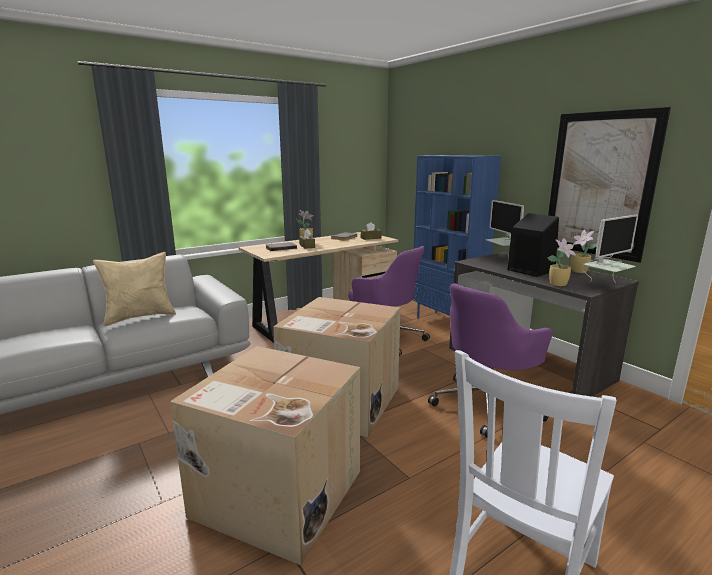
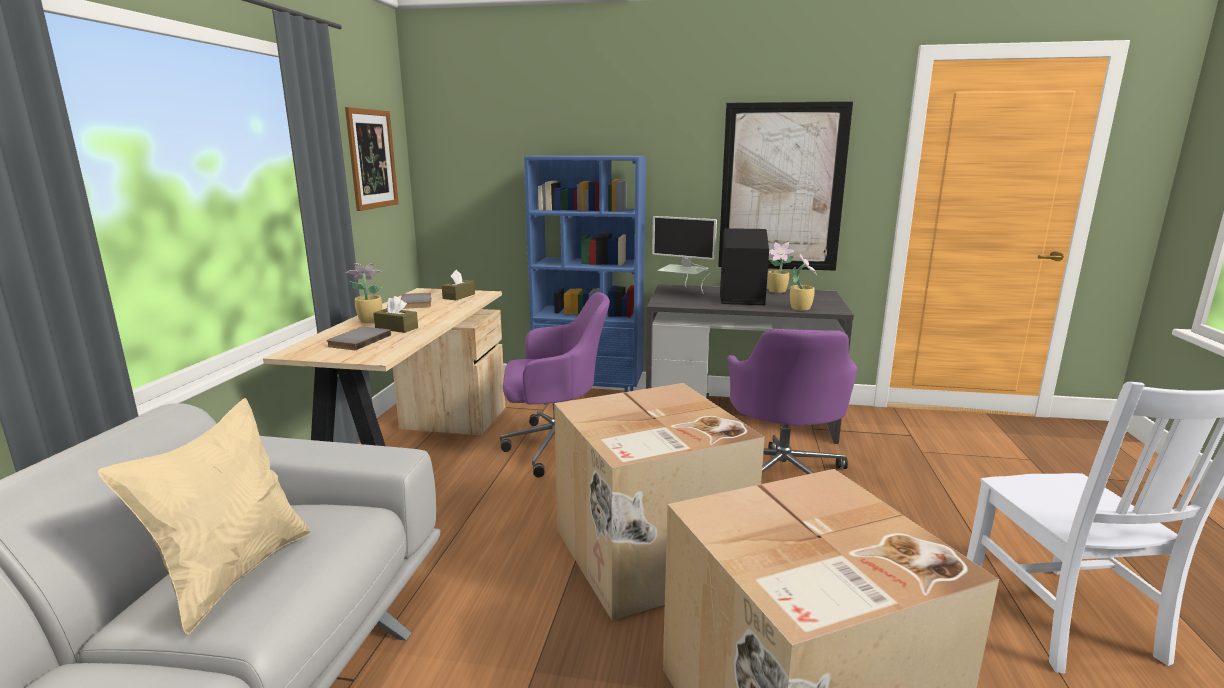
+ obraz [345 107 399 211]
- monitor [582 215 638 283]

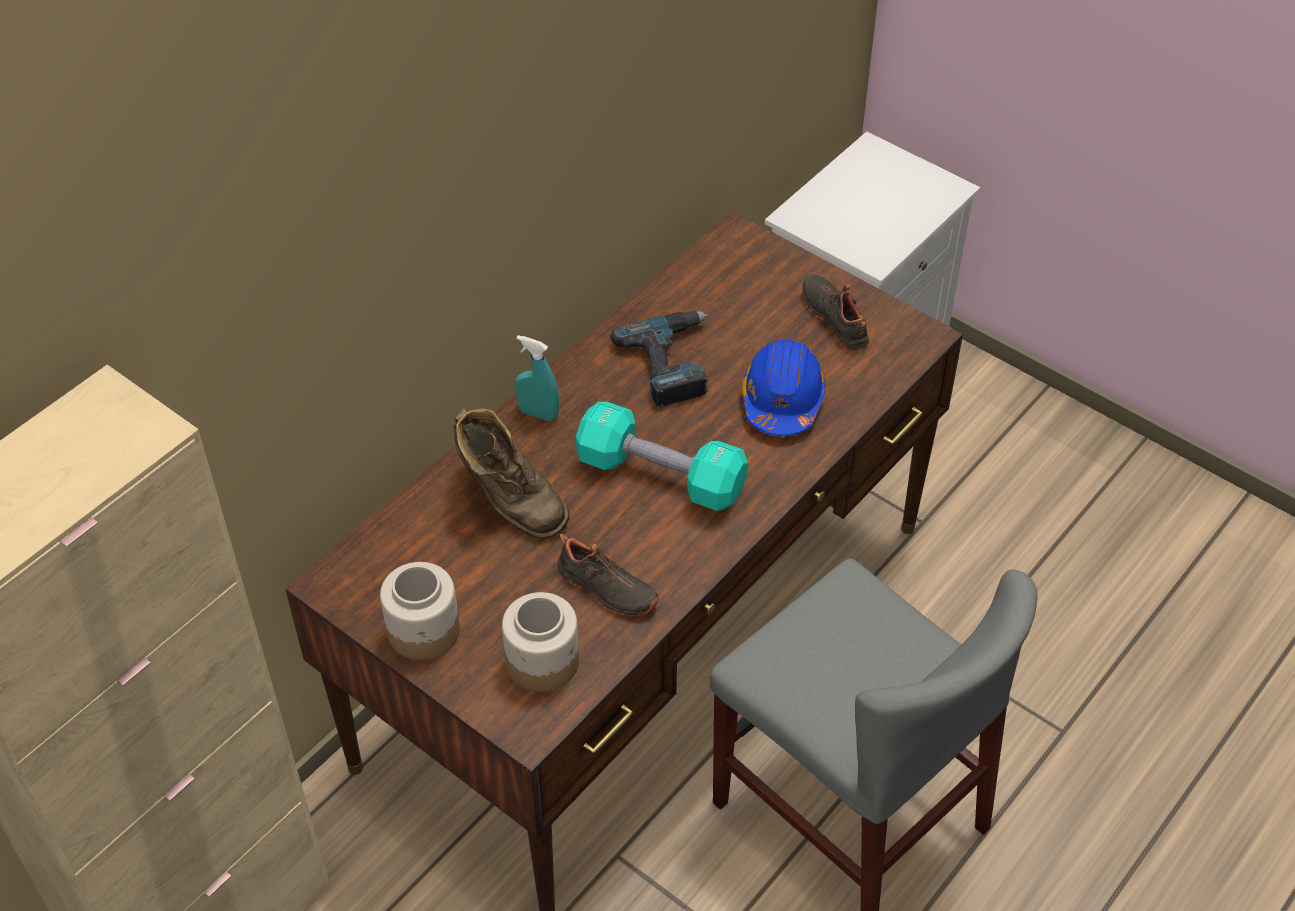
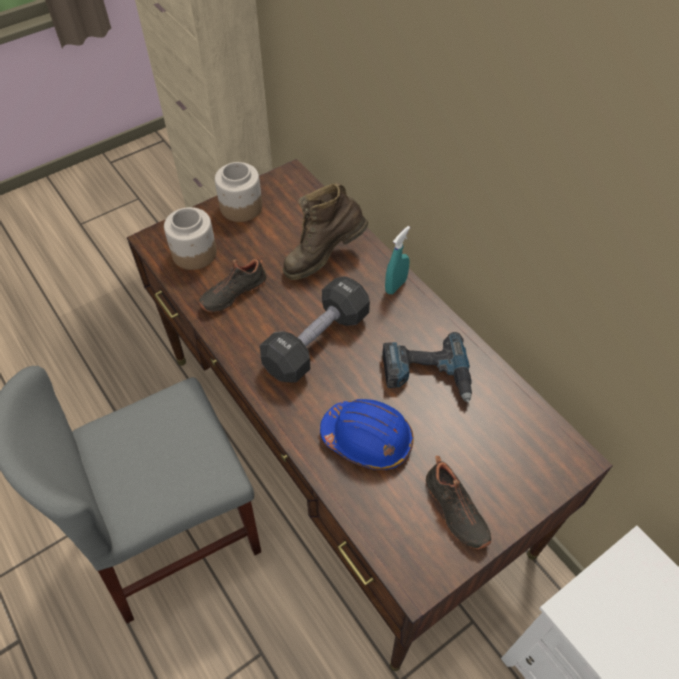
~ hantel (turkusowy) [576 402 748 511] to hantel (czarny) [260 276 370 383]
~ but (czarny) [802 274 869 351] = [426 456 491 549] 75 degrees clockwise

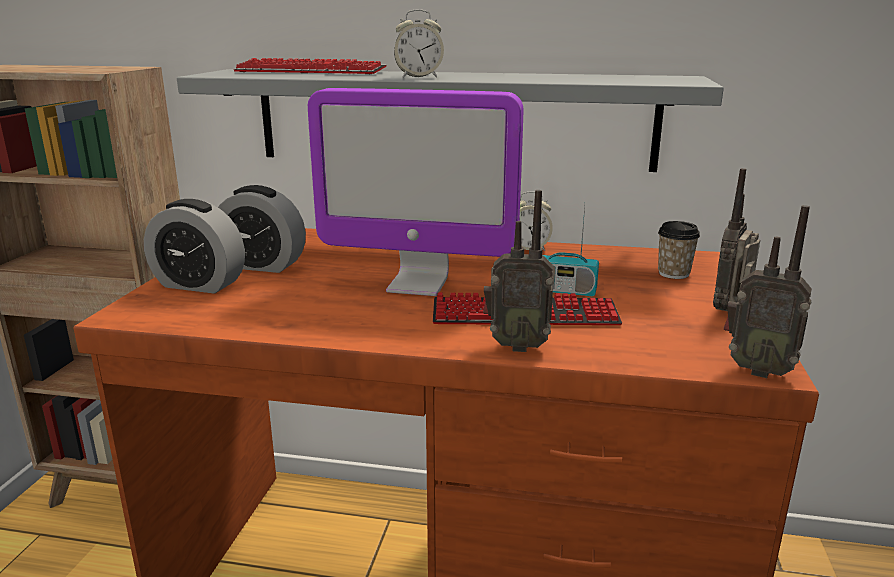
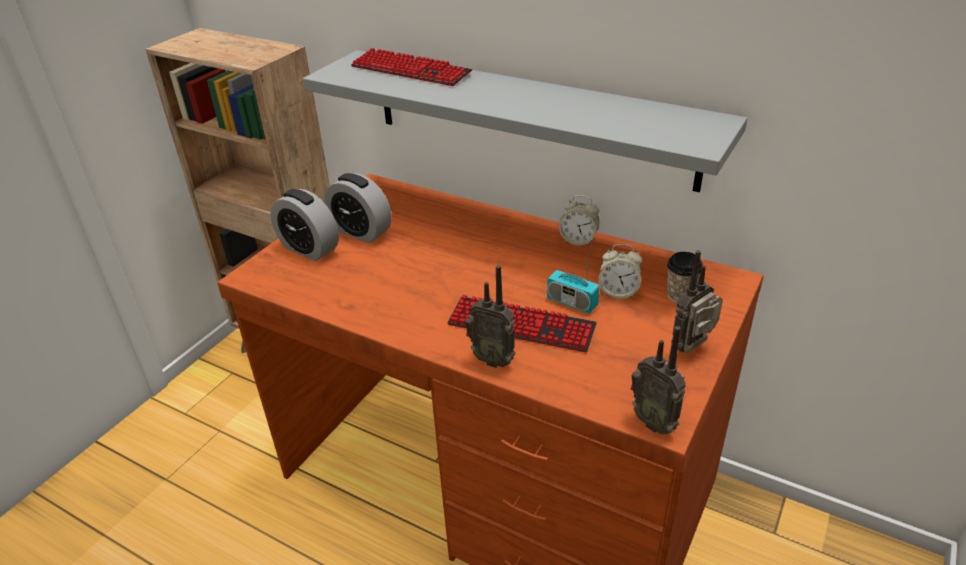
~ budzik [394 9 444 78] to [599 244 642 299]
- monitor [308 88 523 296]

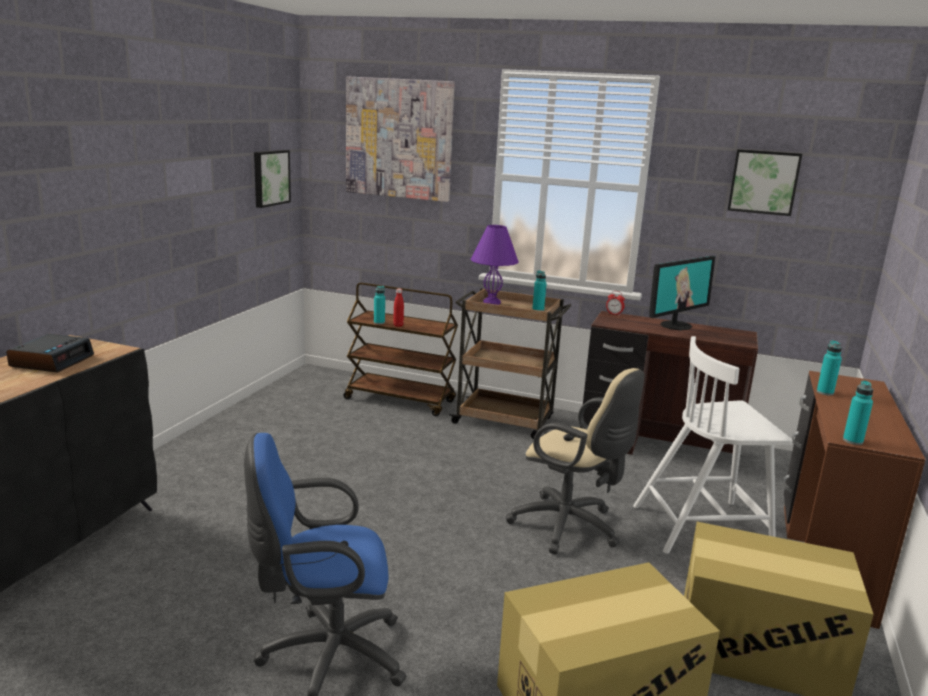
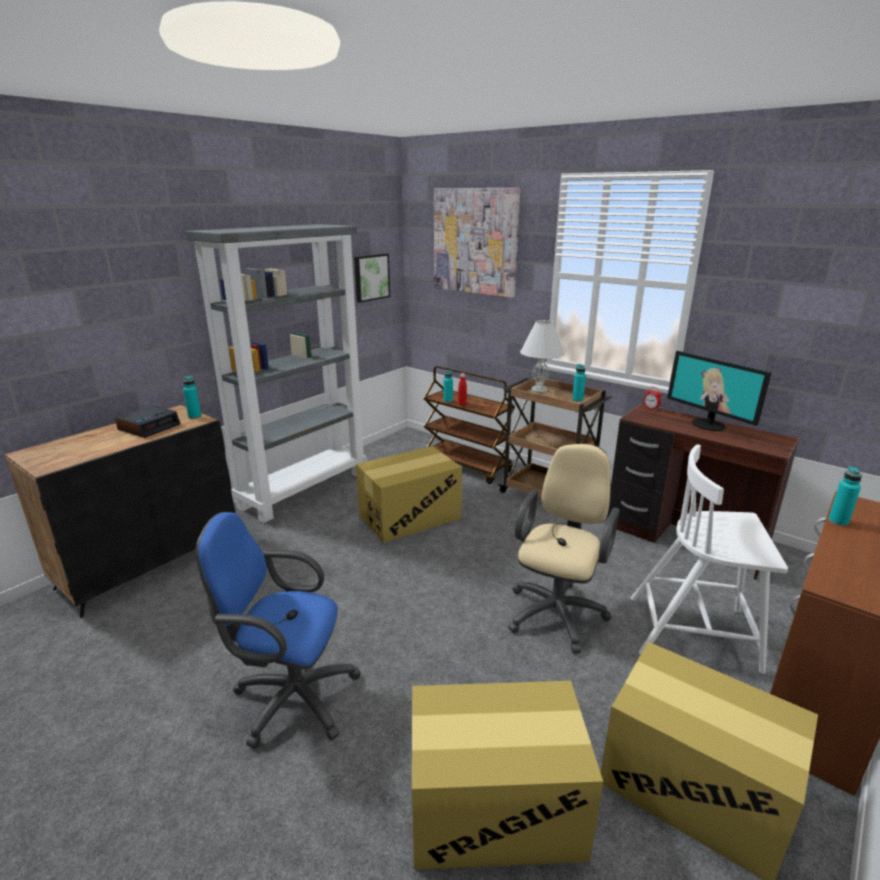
~ butelka (turkusowy) [843 381 873 445] to [183 376 201 419]
+ regał (szary) [185 224 367 523]
+ karton [356 446 462 543]
~ krzesło biurowe (beżowy) [506 368 644 555] = [508 444 620 654] 120 degrees counterclockwise
~ lampa stołowa (fioletowy) [471 225 519 305] to lampa stołowa (biały) [520 320 564 393]
~ monitor [649 256 715 330] = [667 351 772 431] 75 degrees clockwise
- obraz [728 149 802 216]

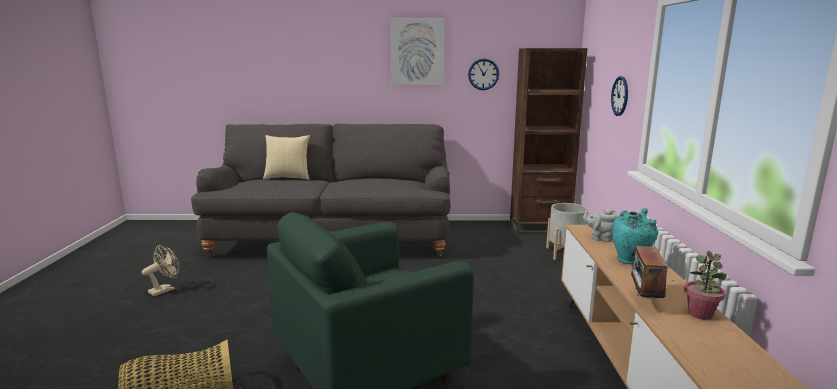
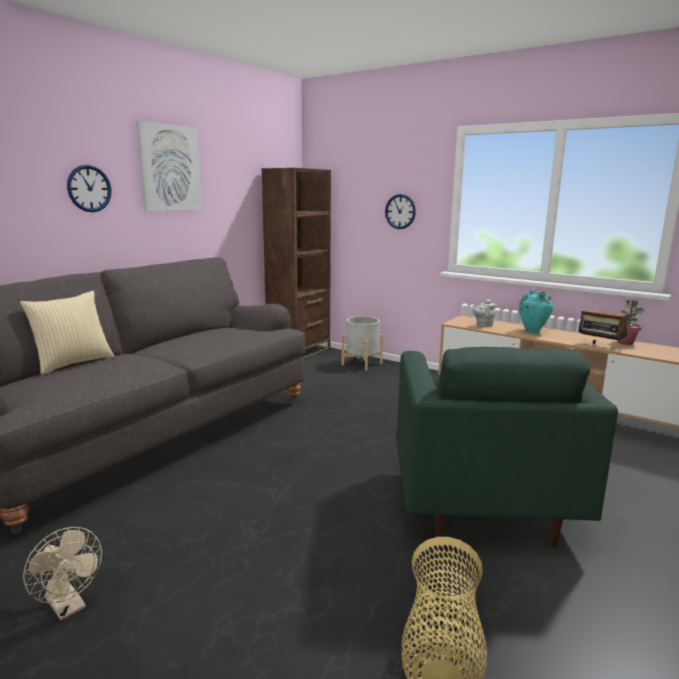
~ wentylator (beżowy) [142 245 180 296] = [23 527 102 620] 150 degrees clockwise
~ zegar ścienny [468 58 499 90] to [67 165 112 212]

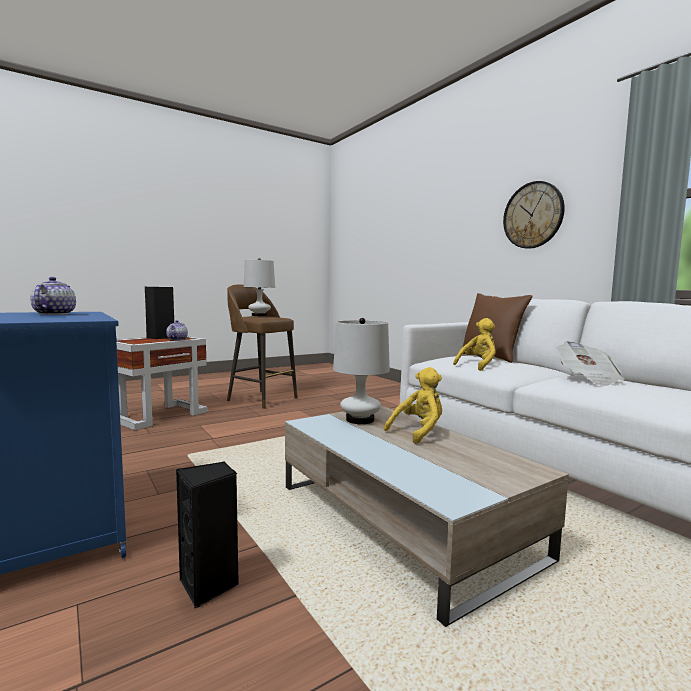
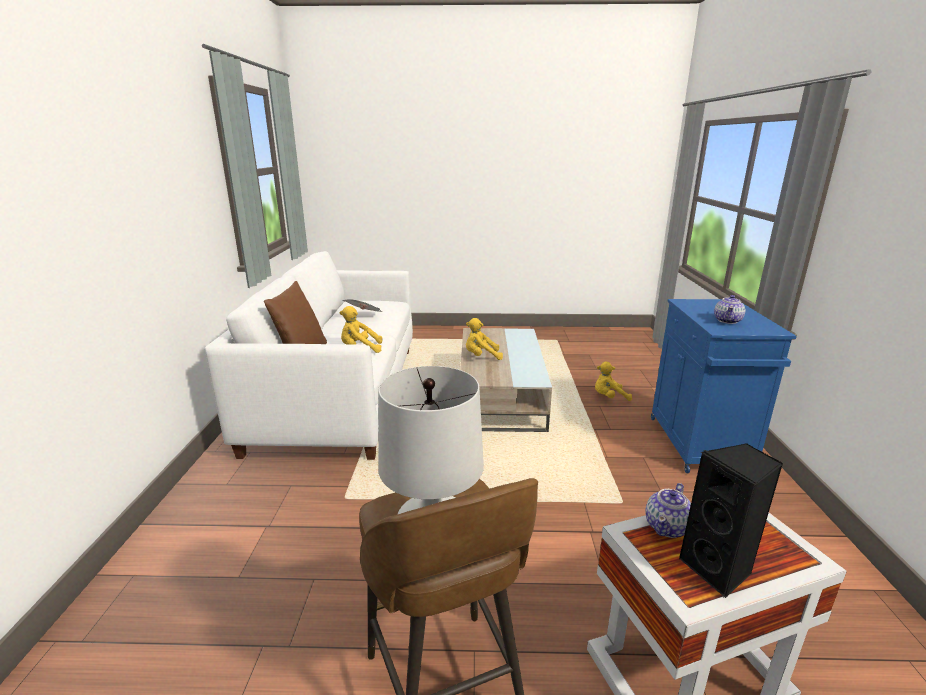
~ głośnik (czarny) [176 462 239 608] to pluszak (żółty) [595 362 632 401]
- lampa stołowa (biały) [333 318 390 424]
- zegar ścienny [503 181 565 249]

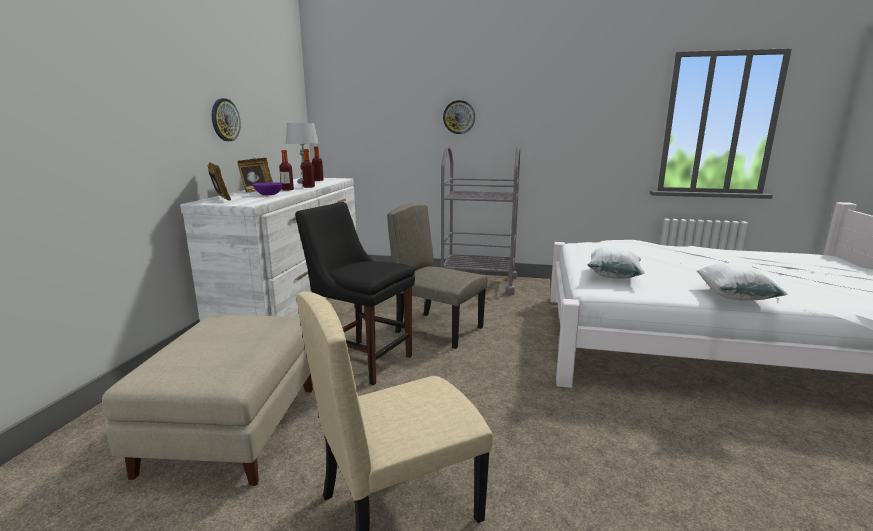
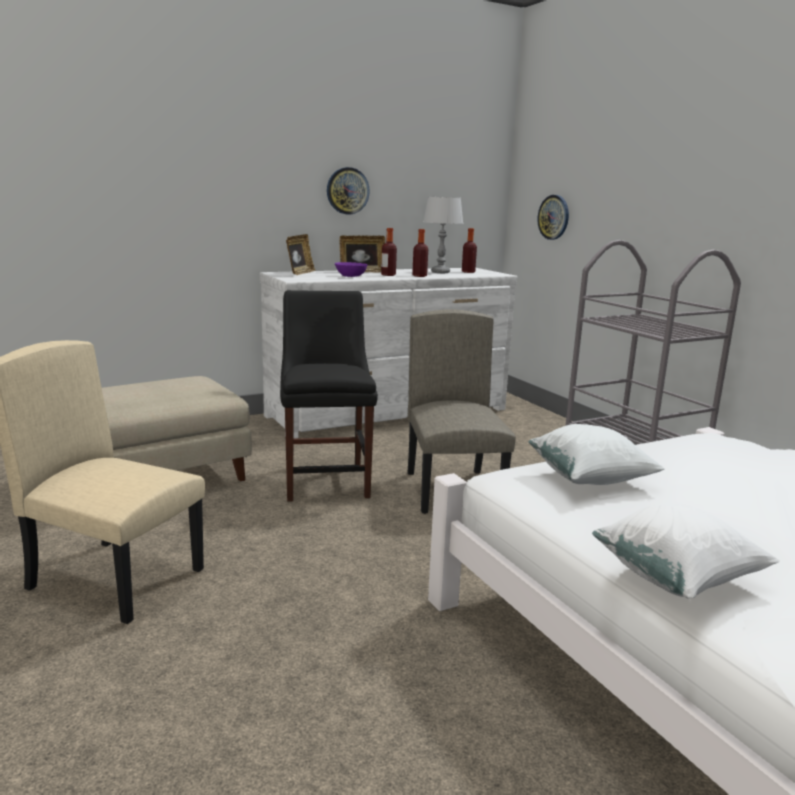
~ zegar ścienny [443 100 475 134] to [537 195 569 240]

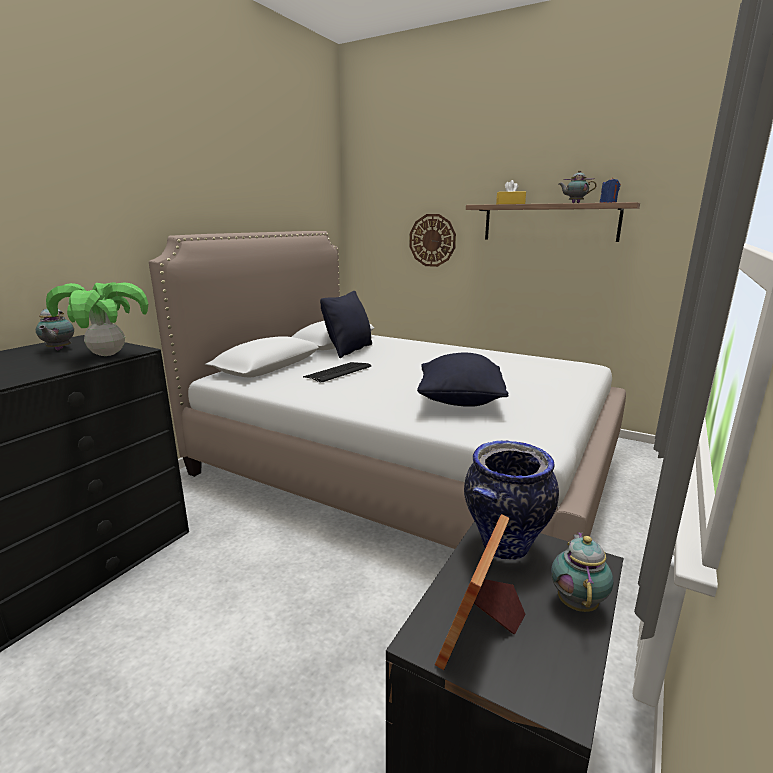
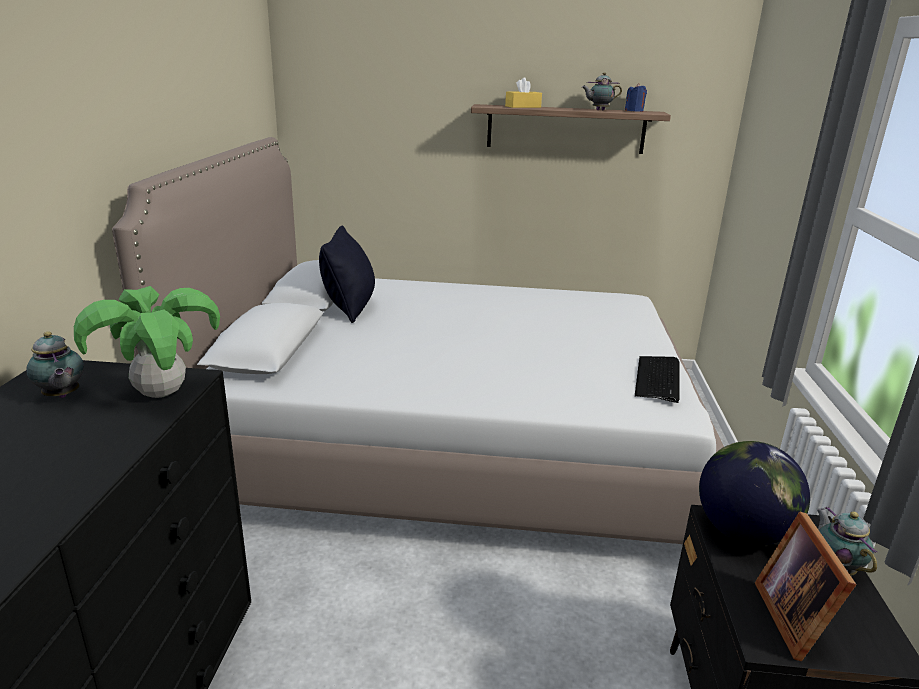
~ klawiatura [303 362 371 382] to [635 356 680 403]
~ wazon [464 440 559 560] to globus [699 441 810 545]
- zegar ścienny [409 214 456 267]
- poduszka (czarny) [417 353 509 407]

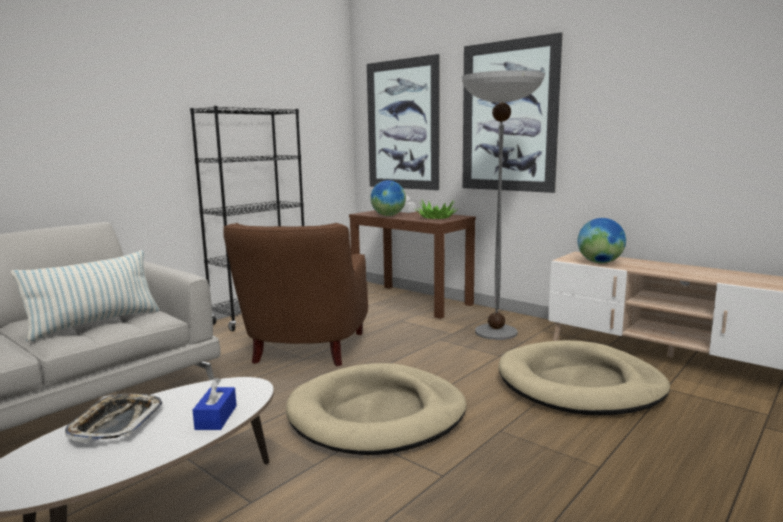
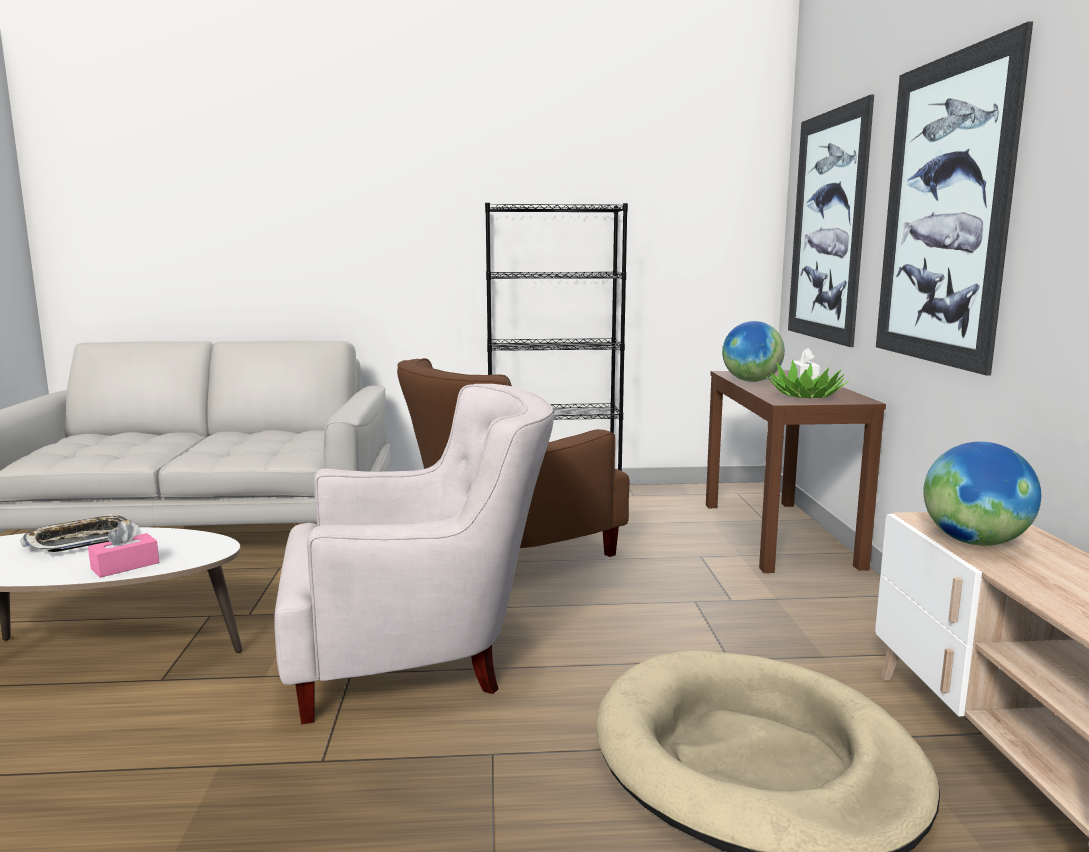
~ pudełko chusteczek (niebieski) [193 378 237 430] to pudełko chusteczek (różowy) [88 521 159 578]
~ legowisko (beżowy) [286 363 466 455] to fotel (biały) [274 384 554 724]
- poduszka [11 250 159 342]
- lampa stojąca [461 70 545 340]

